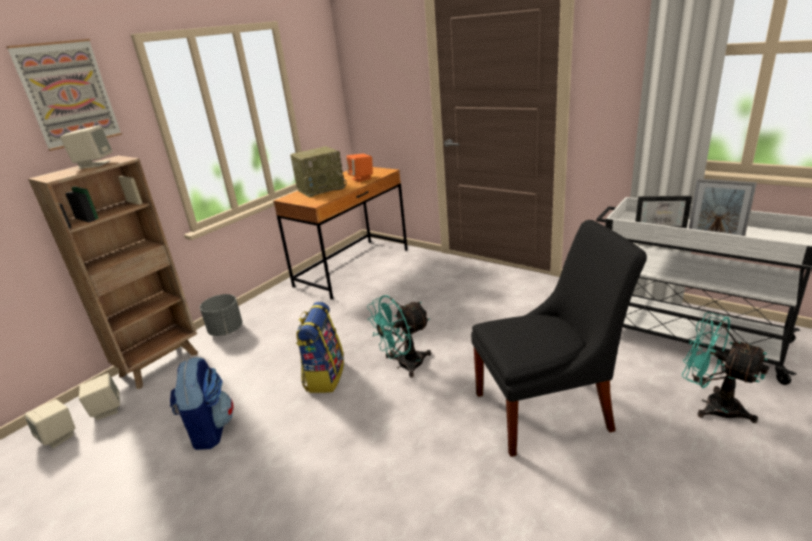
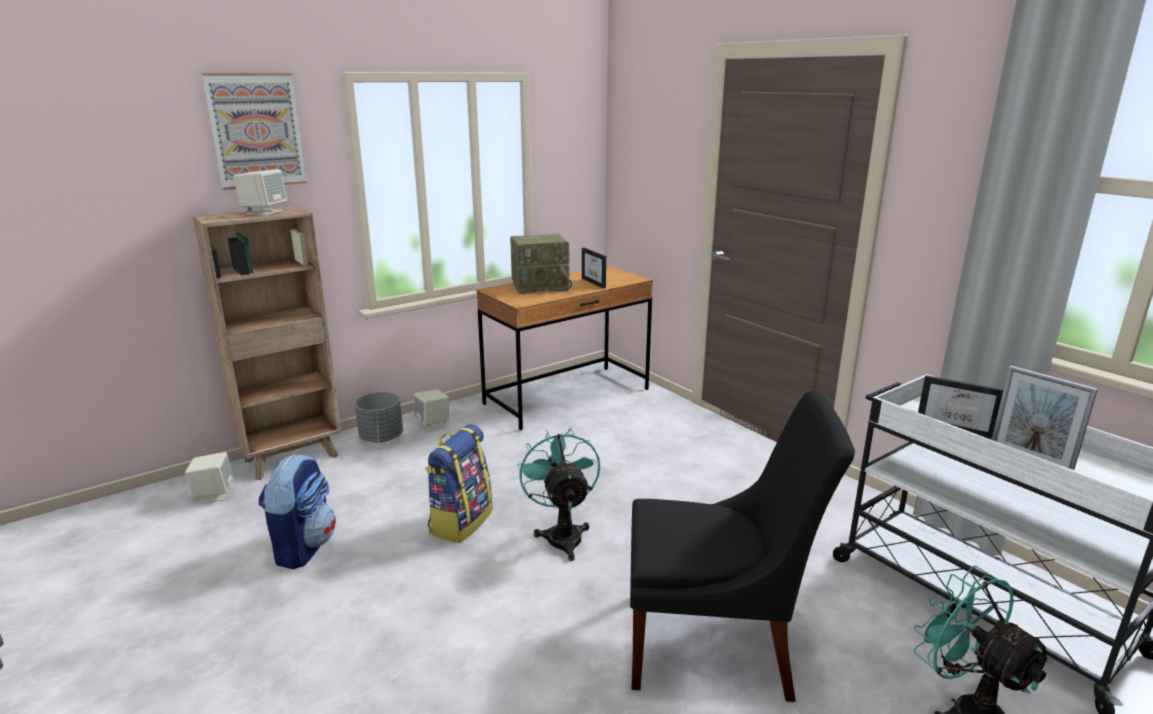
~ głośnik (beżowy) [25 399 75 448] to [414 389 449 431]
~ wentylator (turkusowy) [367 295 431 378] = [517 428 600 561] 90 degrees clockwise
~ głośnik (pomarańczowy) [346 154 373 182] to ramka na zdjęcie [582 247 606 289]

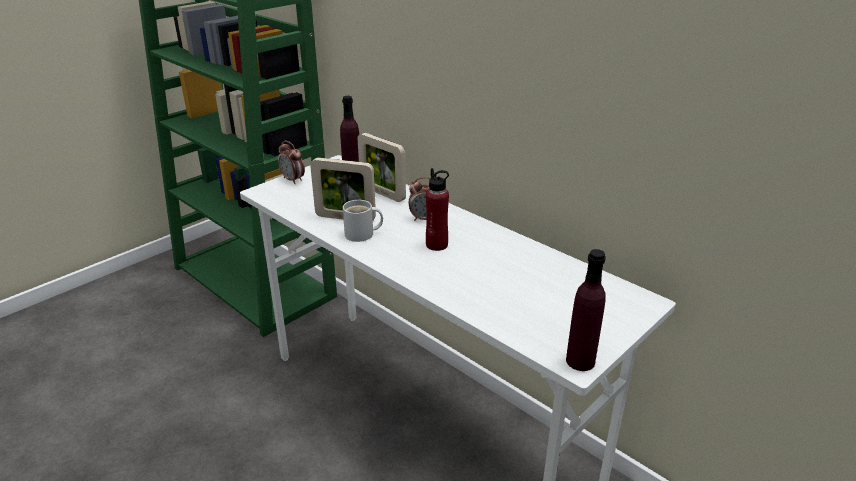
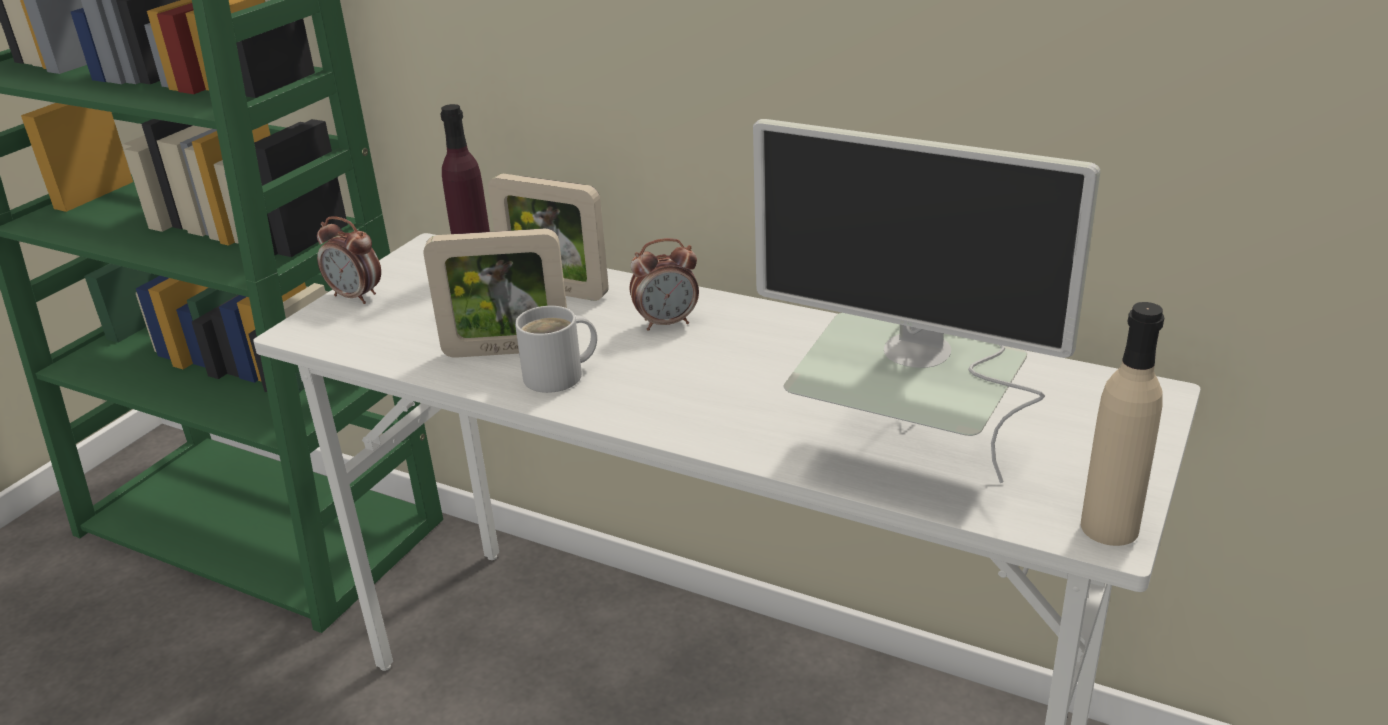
+ monitor [753 119 1100 483]
~ butelka (fioletowy) [566 249 606 371] to butelka (beżowy) [1081 302 1164 546]
- butelka (czerwony) [426 168 449 251]

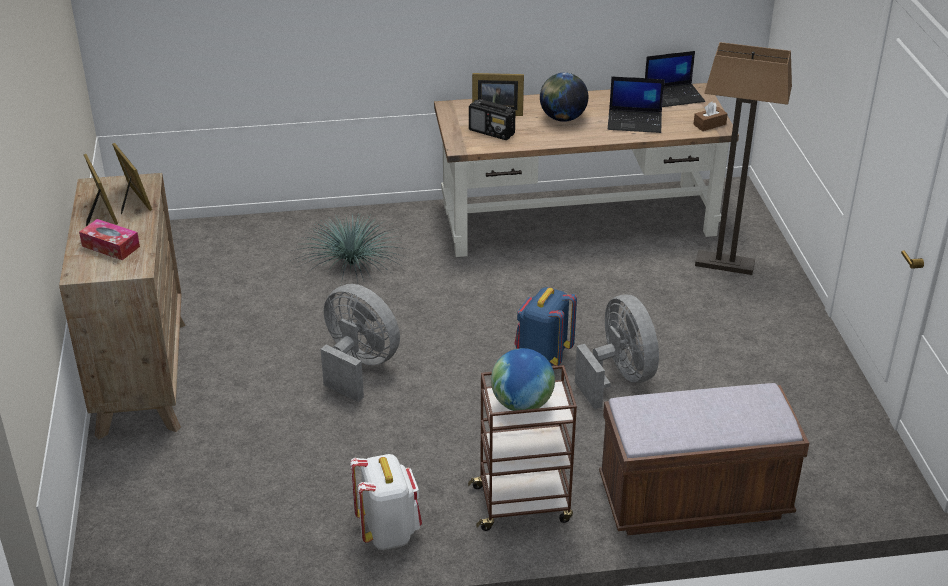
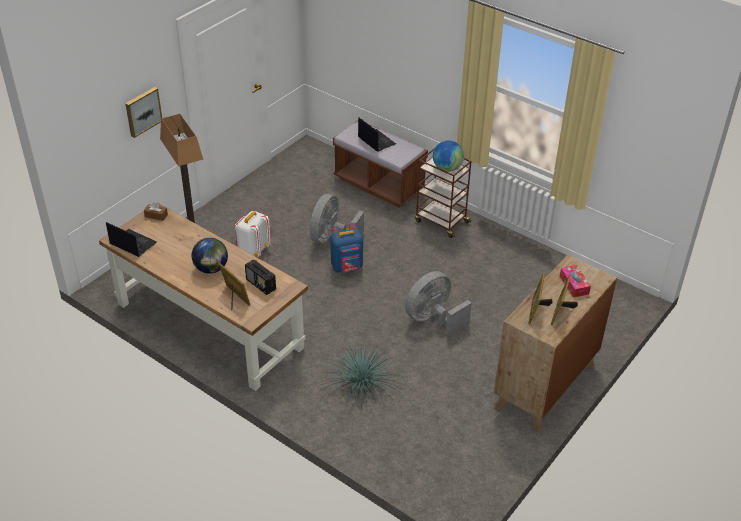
+ obraz [125 87 162 138]
~ plecak (biały) [350 454 422 550] to [235 211 271 257]
~ radio [469 99 515 140] = [245 260 276 295] 150 degrees clockwise
~ laptop [608 77 665 133] to [358 117 396 152]
~ wentylator (szary) [321 284 400 402] = [405 271 472 336] 60 degrees clockwise

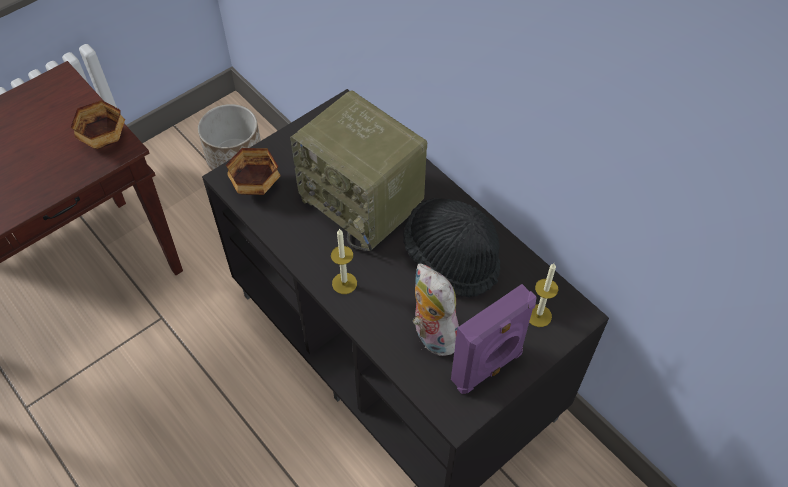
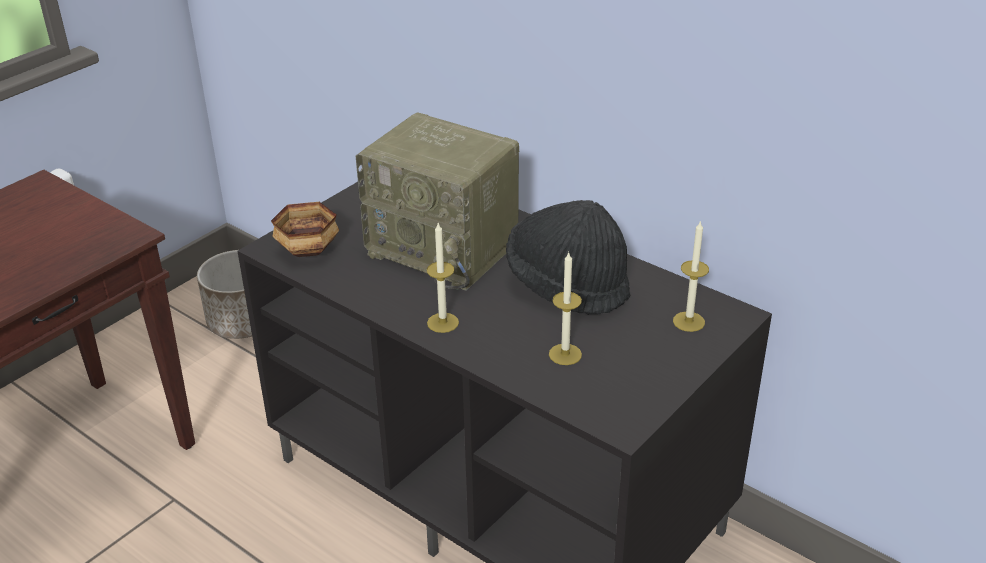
~ pluszak [413 263 459 356] to świeca [549 252 582 365]
- miska [71 100 125 149]
- głośnik (fioletowy) [451 284 537 394]

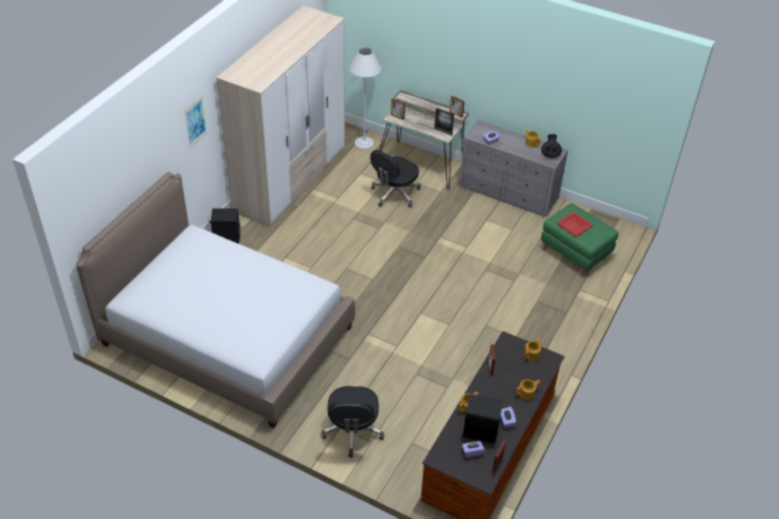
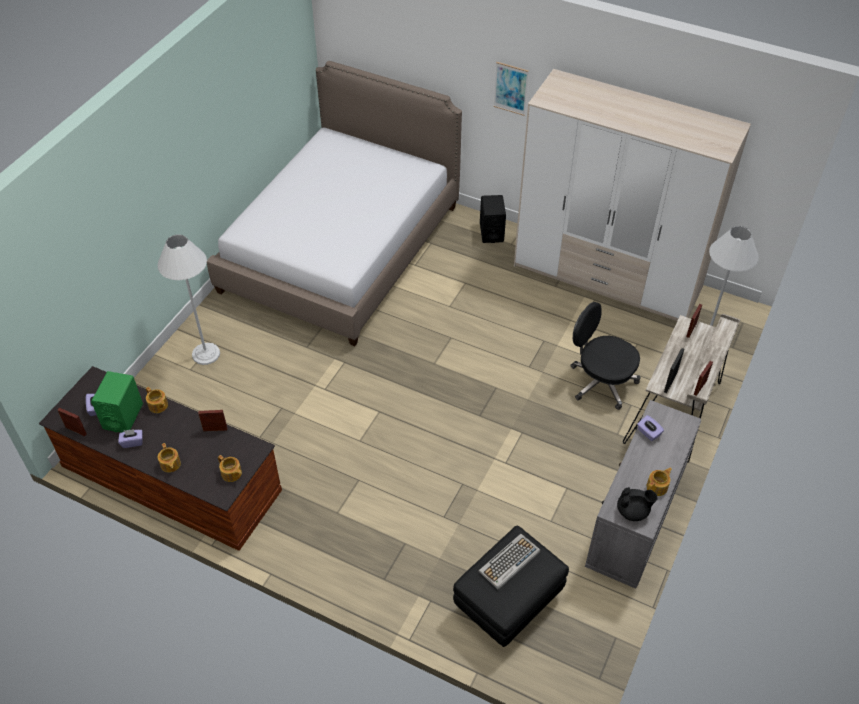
~ głośnik (czarny) [463 394 503 443] to głośnik (zielony) [91 371 143 433]
~ krzesło biurowe (czarny) [321 386 384 458] to lampa stojąca (biały) [158 234 220 365]
~ pufa (zielony) [541 203 619 276] to pufa (czarny) [453 526 569 647]
~ taca (czerwony) [556 212 593 237] to klawiatura [478 534 540 590]

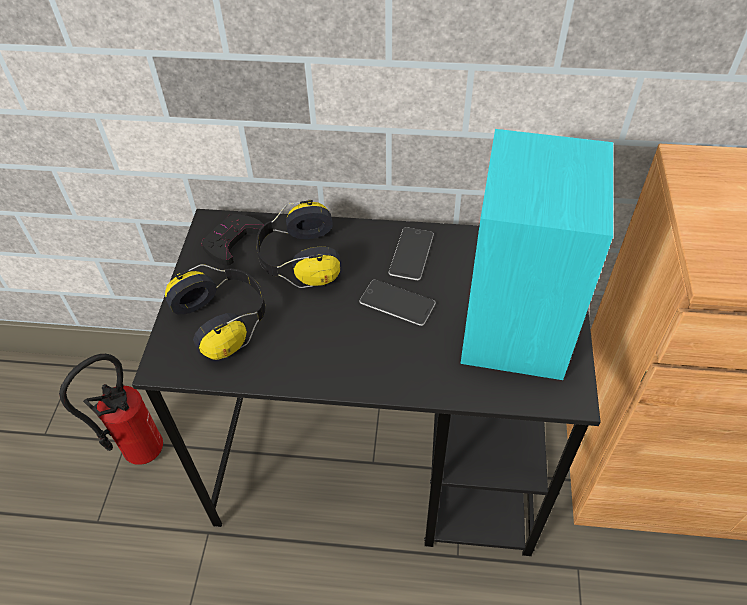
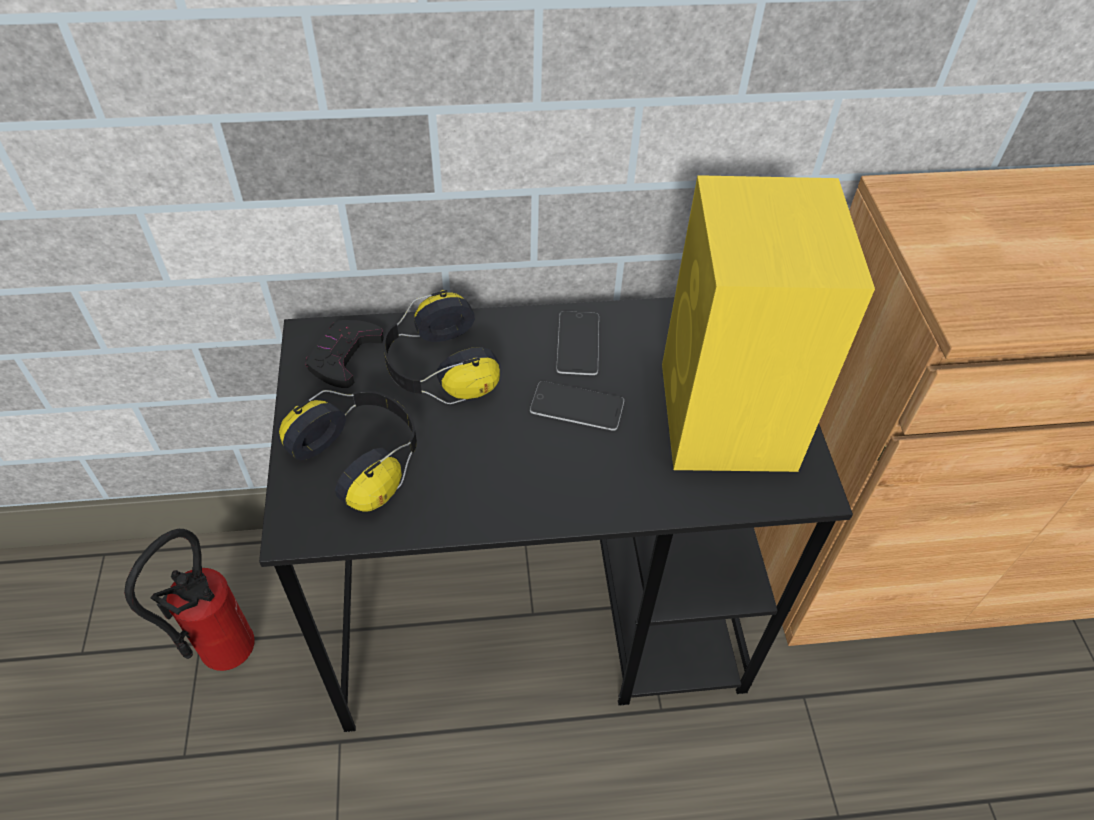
~ głośnik (turkusowy) [460 129 613 380] to głośnik (żółty) [662 175 875 472]

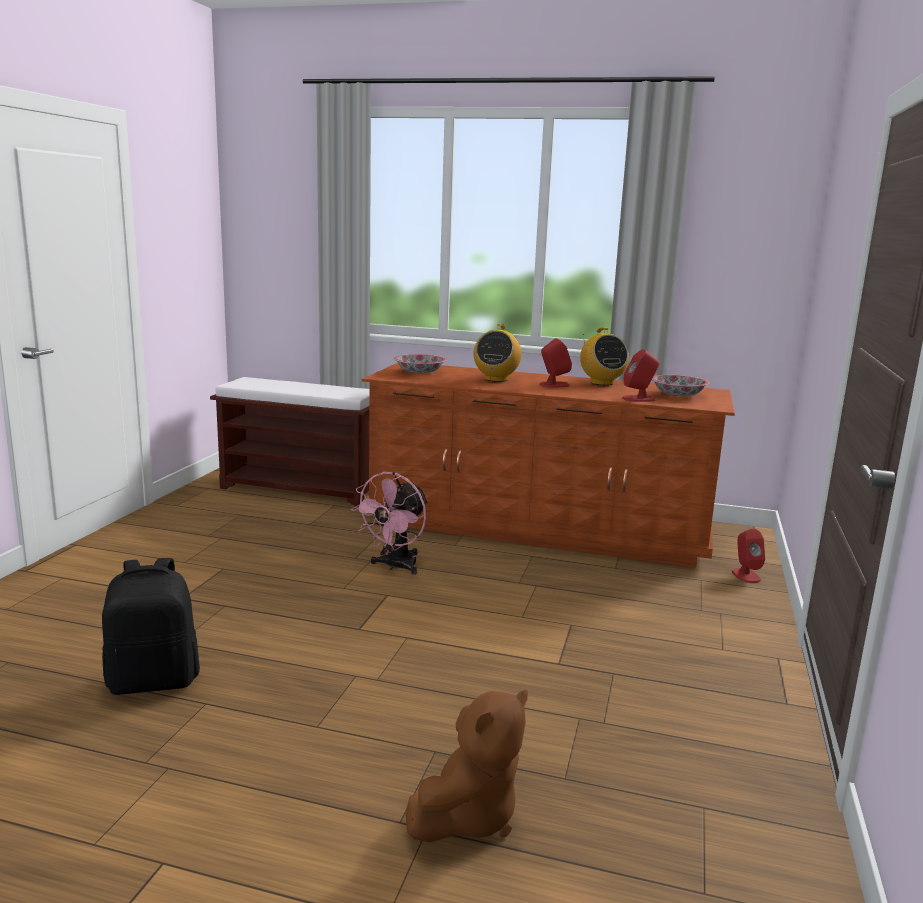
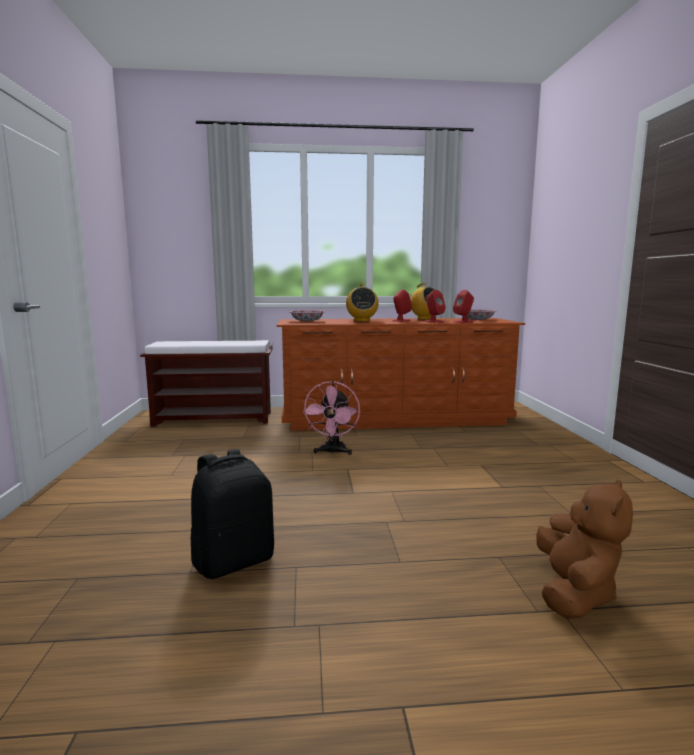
~ głośnik (czerwony) [732 529 765 583] to [425 290 446 323]

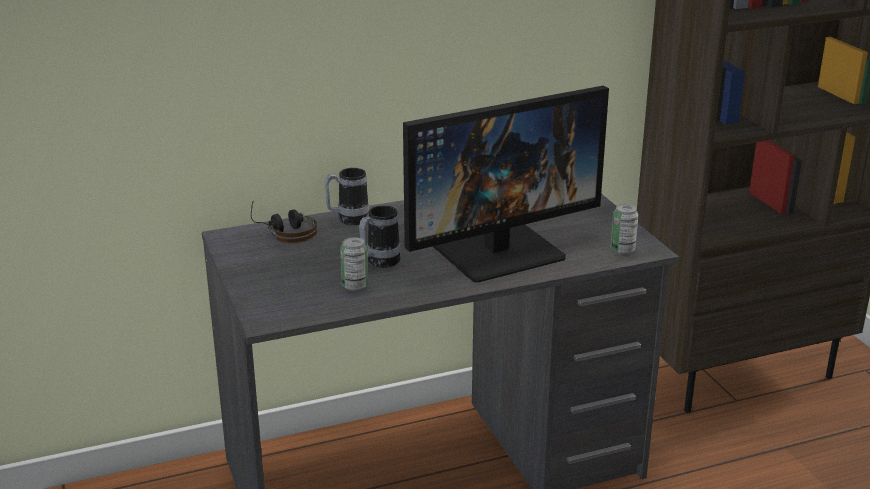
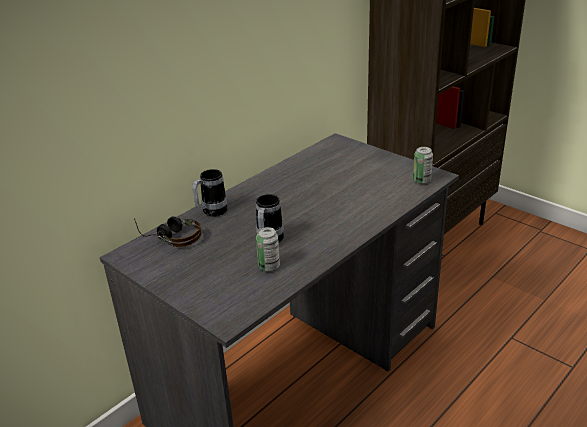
- monitor [403 86 609 283]

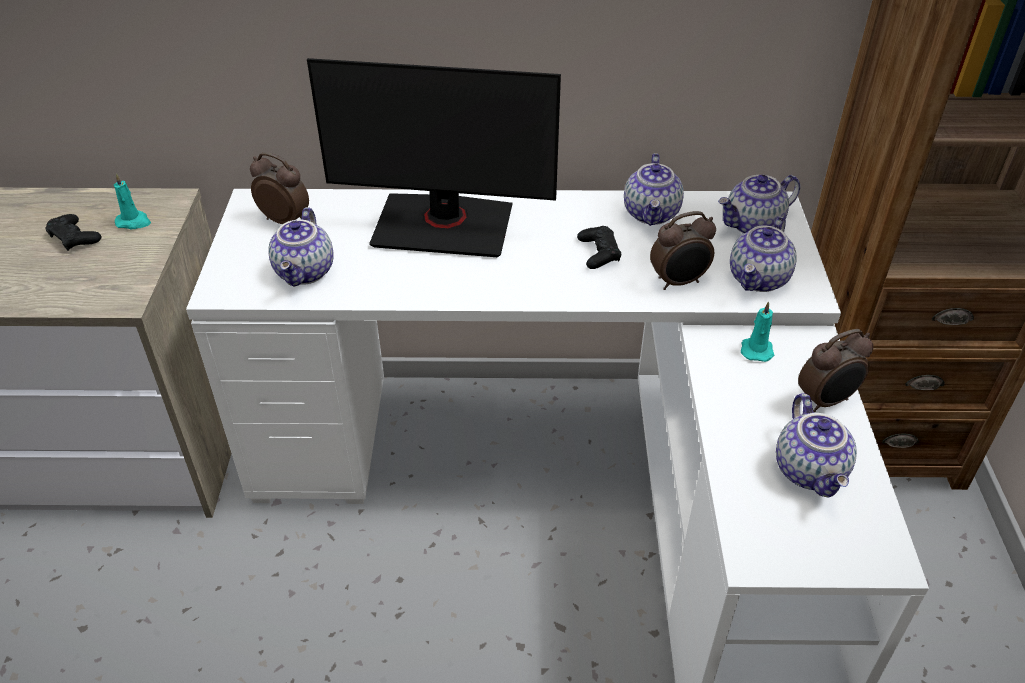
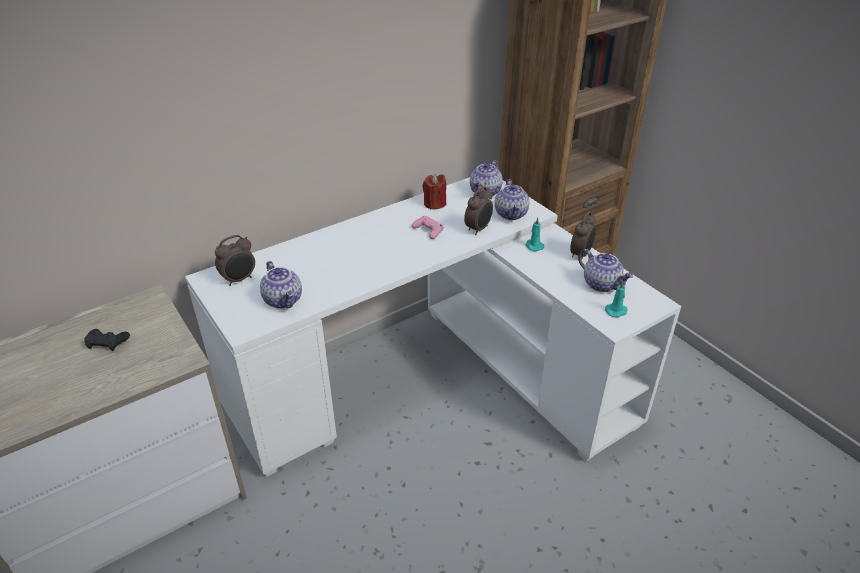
~ budzik [250 152 309 224] = [215 235 255 286] 150 degrees clockwise
~ pad do gier (czarny) [577 226 621 269] to pad do gier (różowy) [411 216 444 239]
~ imbryk [624 153 684 226] to świeca (czerwony) [423 174 446 209]
~ świeca (turkusowy) [114 173 151 229] to [605 281 628 317]
- monitor [307 58 561 257]

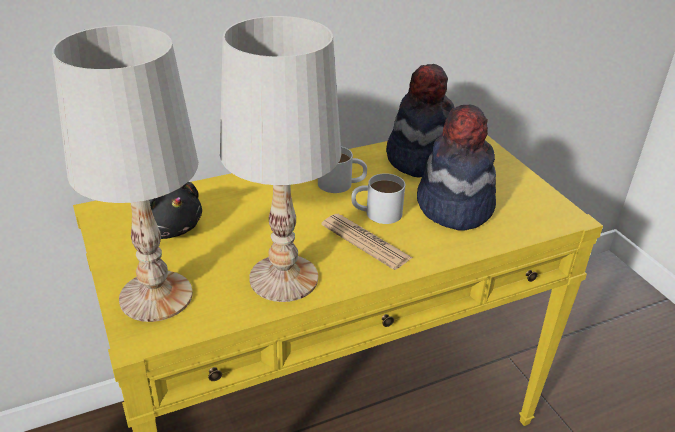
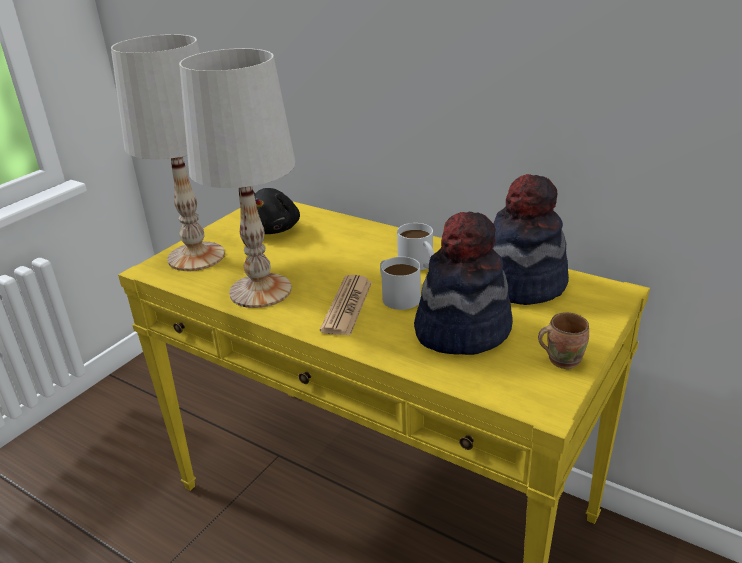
+ kubek (brązowy) [538 312 589 369]

